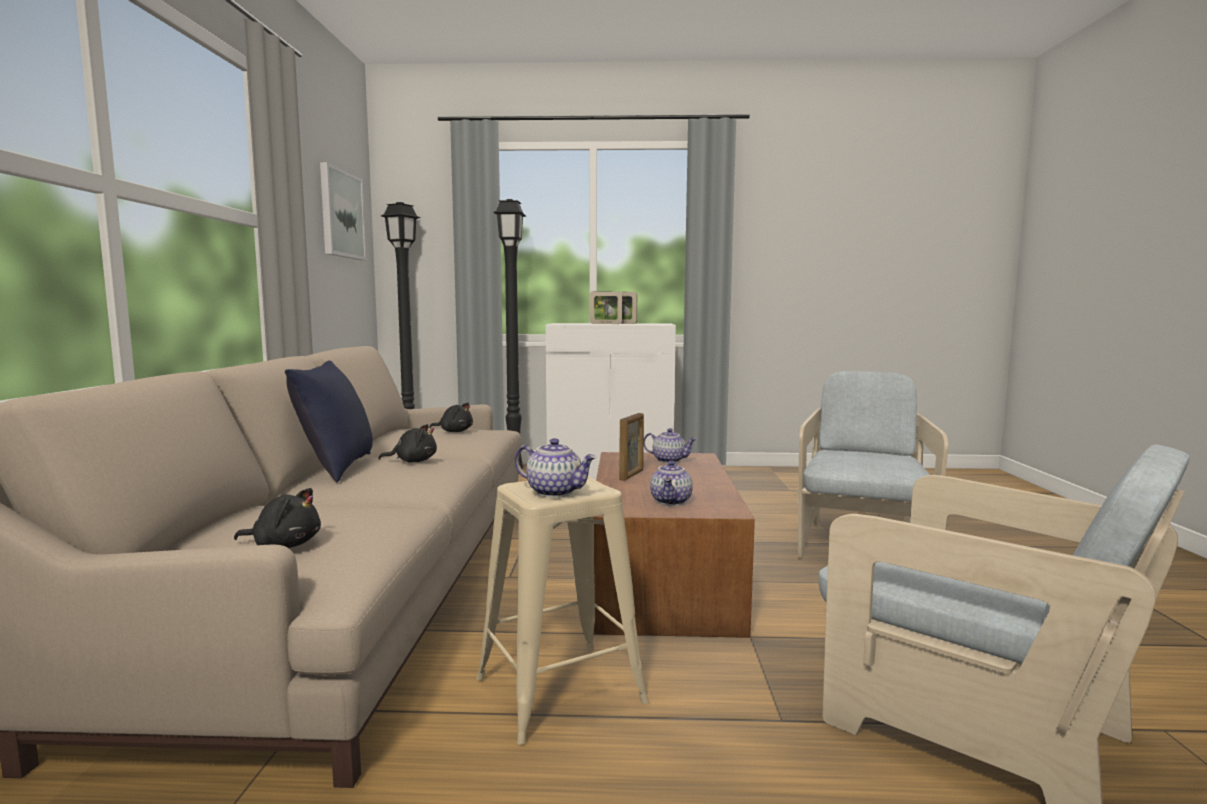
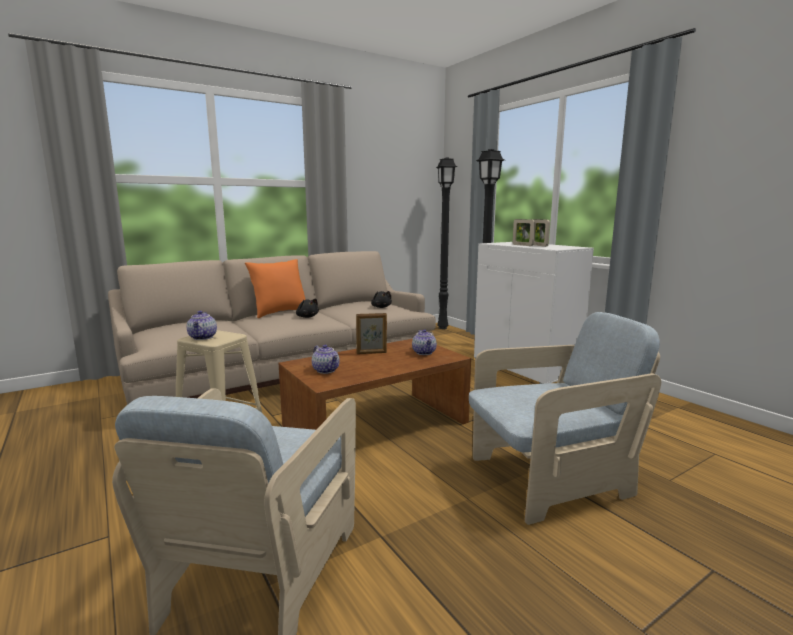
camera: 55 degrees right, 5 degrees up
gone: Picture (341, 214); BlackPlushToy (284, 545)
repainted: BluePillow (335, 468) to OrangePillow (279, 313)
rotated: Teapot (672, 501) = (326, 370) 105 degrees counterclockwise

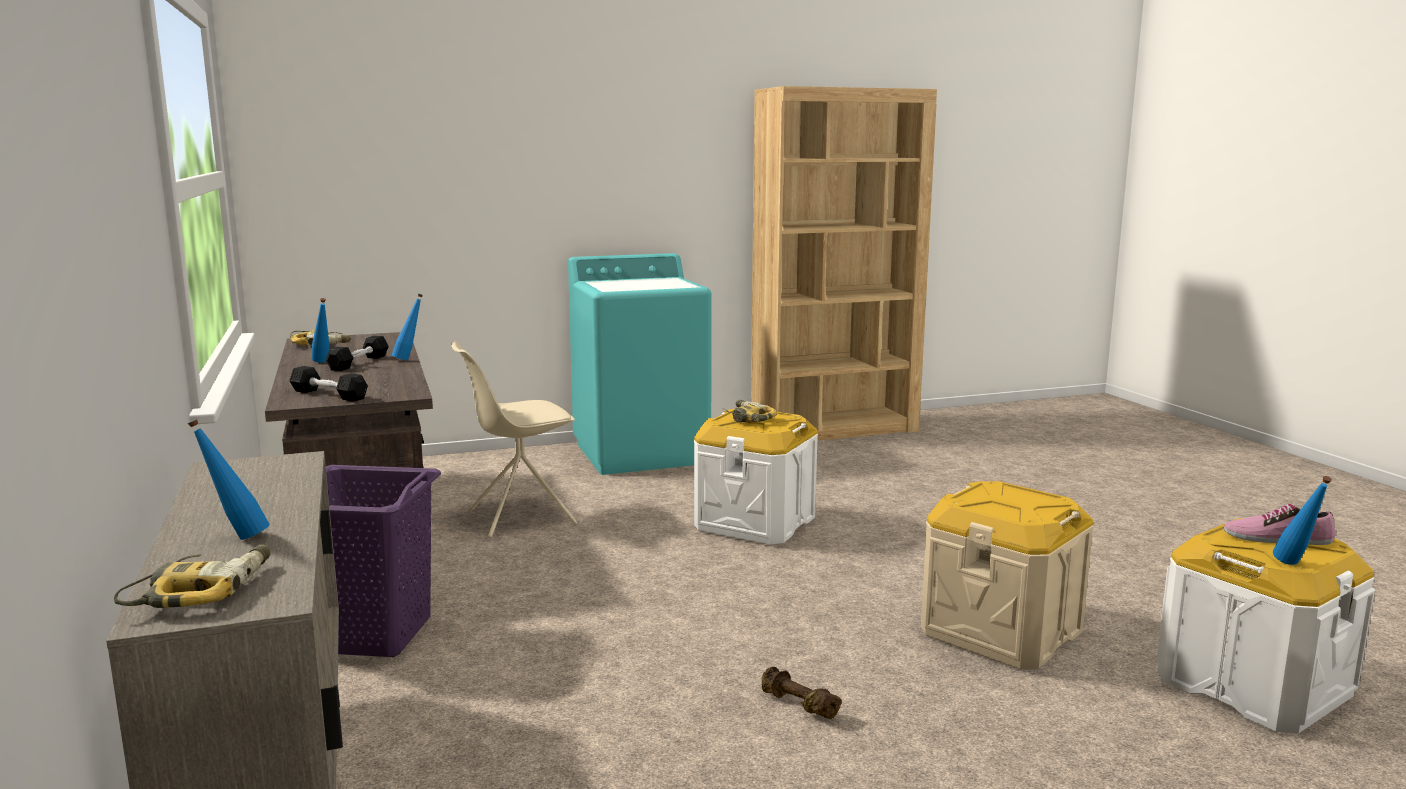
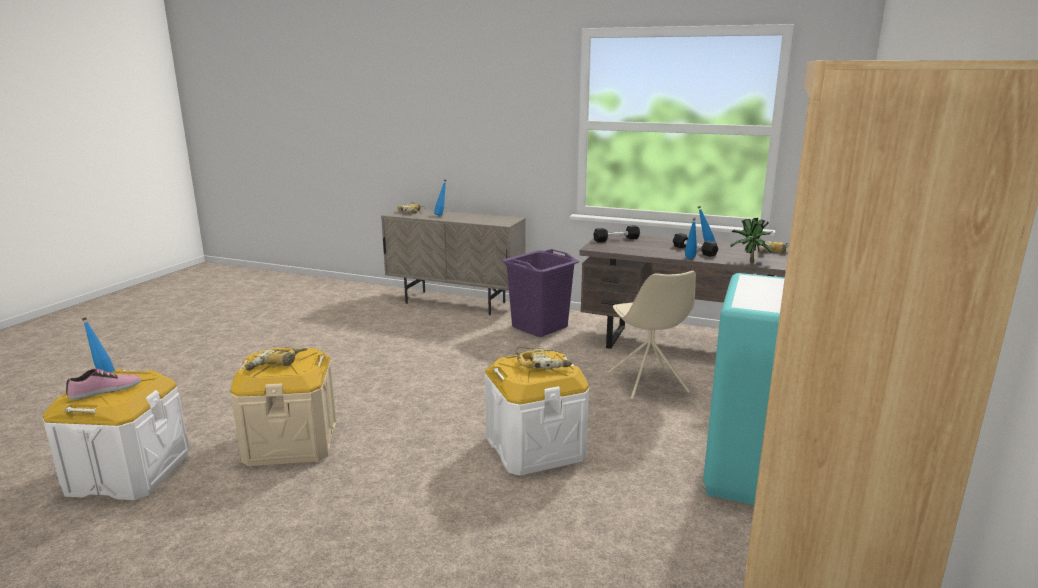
camera: 130 degrees right, 5 degrees up
gone: BrownDumbbell (797, 705)
new: PottedPlant (749, 262); PowerDrill (276, 364)
rotated: BeigeChair (520, 517) = (648, 383) 150 degrees clockwise

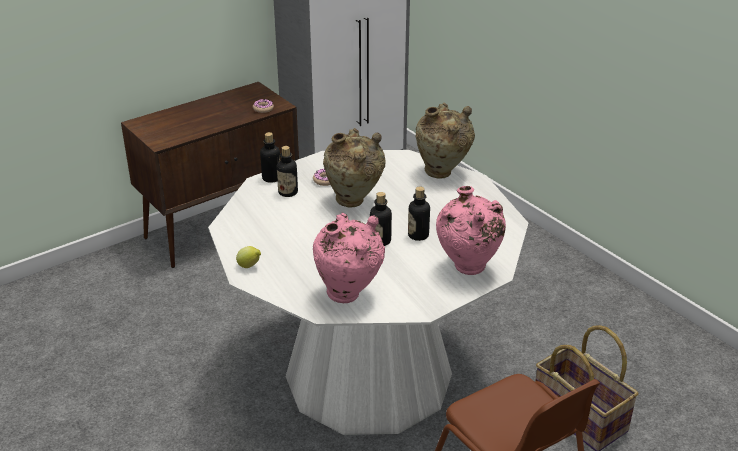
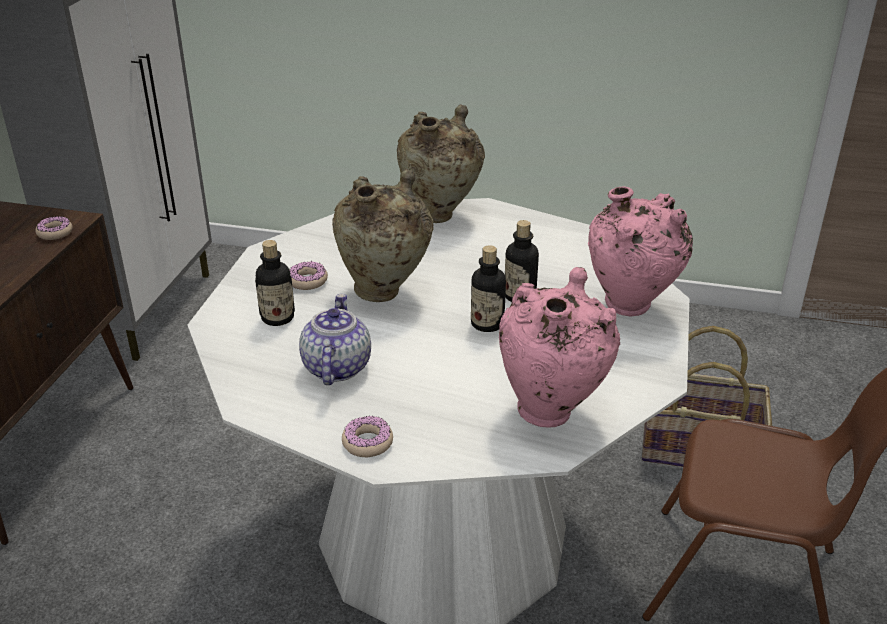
camera: 40 degrees left, 0 degrees up
gone: Bottle (271, 178)
new: Teapot (335, 367)
swapped: Lemon (250, 266) to Donut (367, 443)

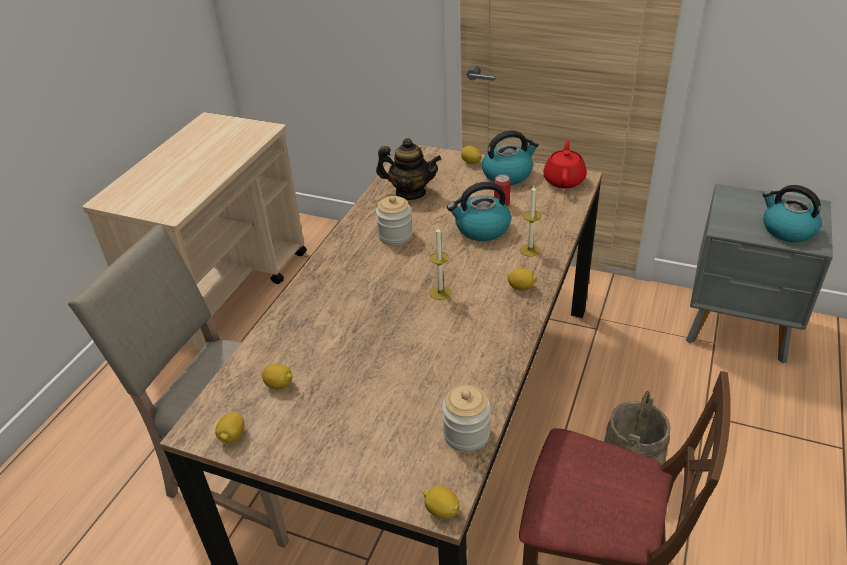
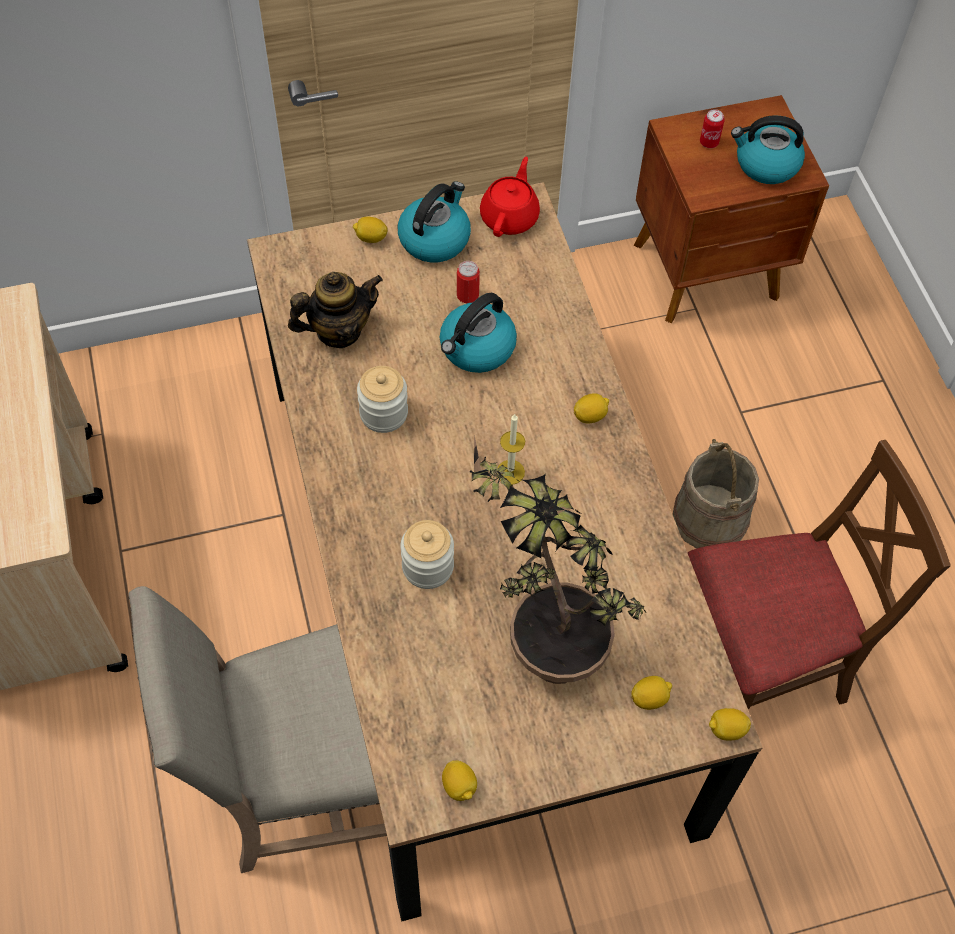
camera: 40 degrees left, 20 degrees up
gone: Candle (530, 250)
new: Can (709, 142); PottedPlant (542, 639)
shifted: Lemon (279, 385) to (649, 698); Jar (466, 434) to (428, 566)
repainted: GreyNightstand (739, 327) to BrownNightstand (708, 272)
rotated: RedTeapot (564, 180) = (510, 217) 45 degrees clockwise

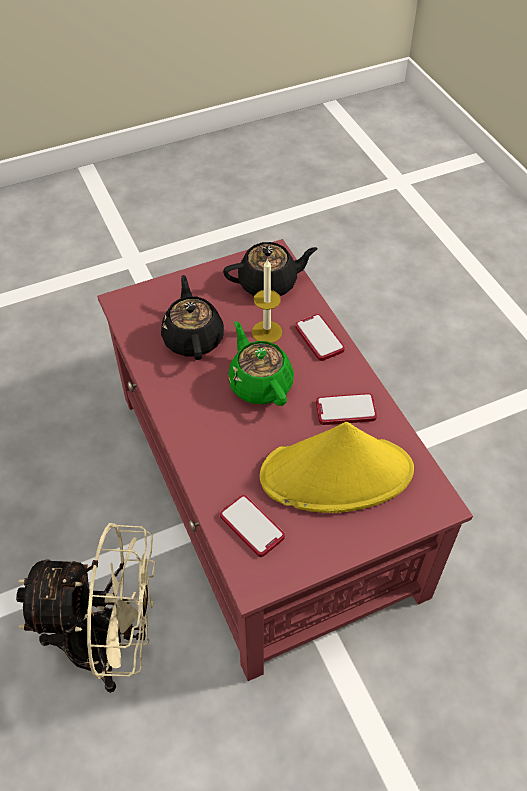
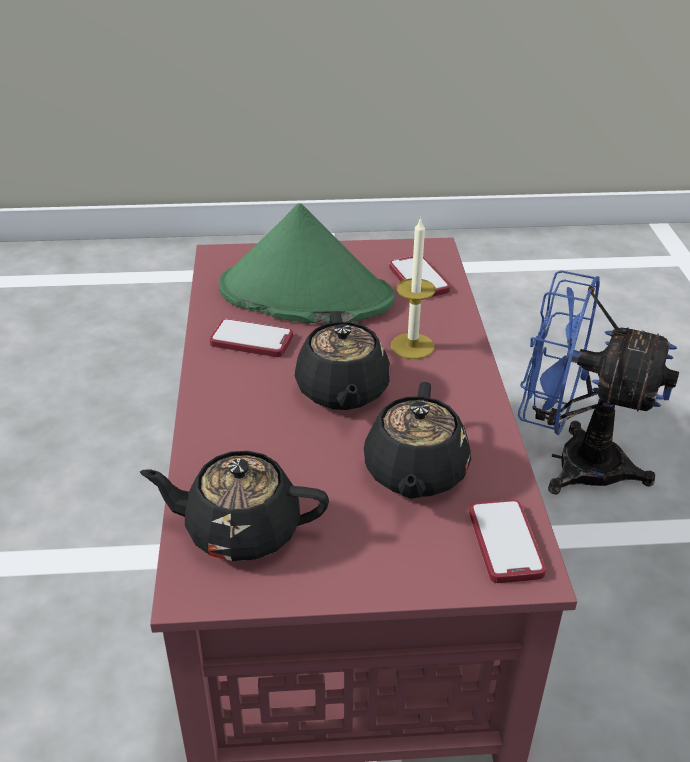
camera: 160 degrees left, 15 degrees down
shifted: Candle (267, 332) to (412, 346); Phone (319, 338) to (505, 543)
repainted: GreenTeapot (260, 383) to BlackTeapot (342, 391); YellowHat (337, 474) to GreenHat (304, 294); BeigeFan (111, 644) to BlueFan (571, 462)

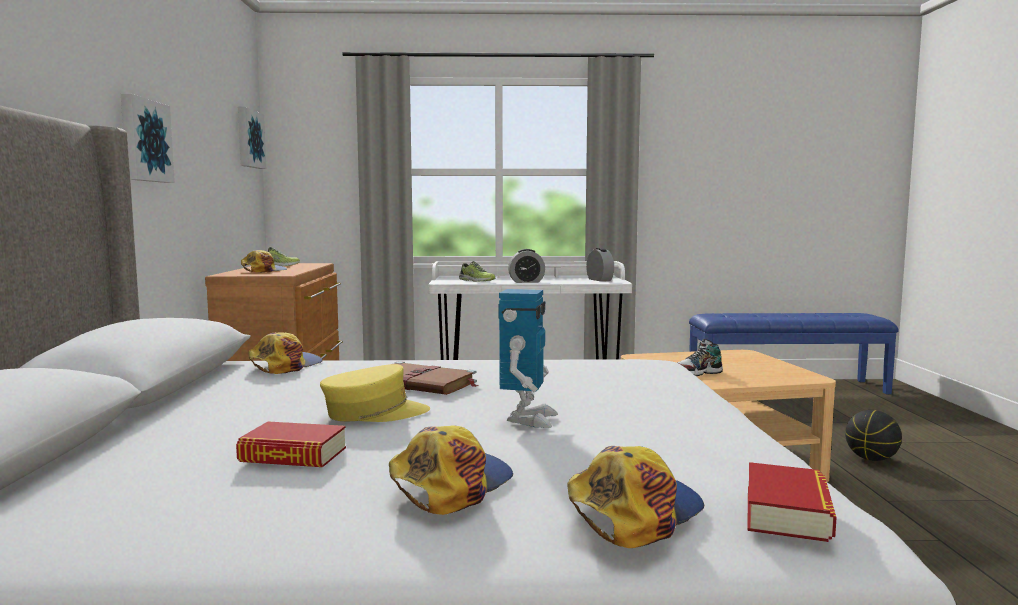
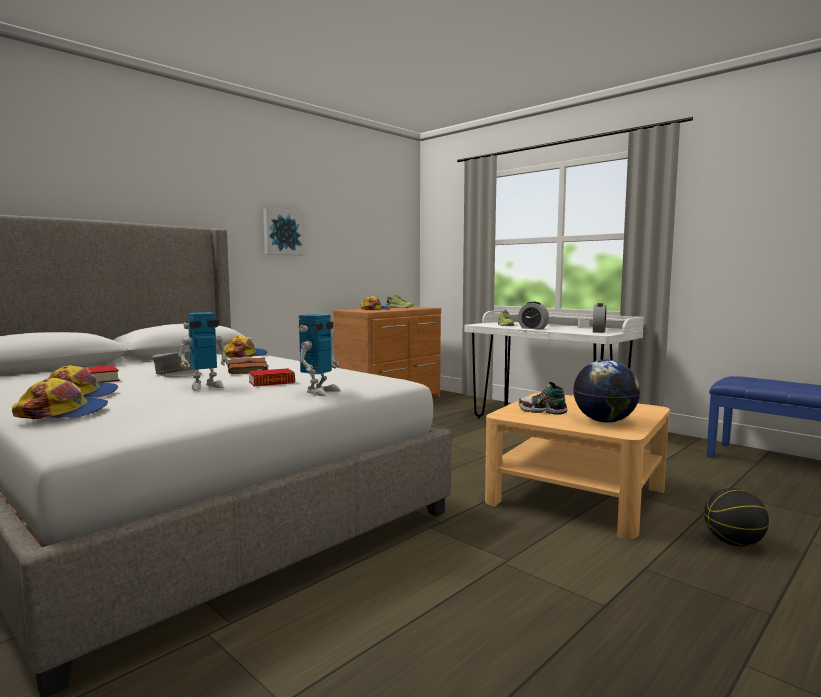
camera: 45 degrees right, 0 degrees up
gone: Picture (249, 139)
new: ToyRobot (319, 392); Globe (605, 421)
shifted: Book (787, 513) to (272, 382)
repainted: YellowCap (374, 413) to GreyCap (178, 374)

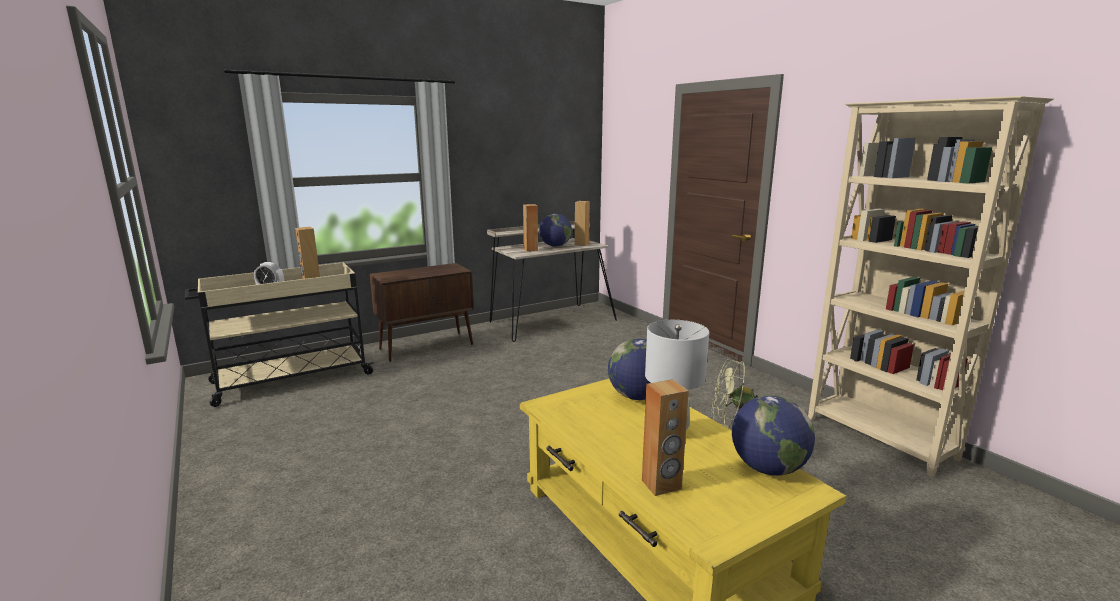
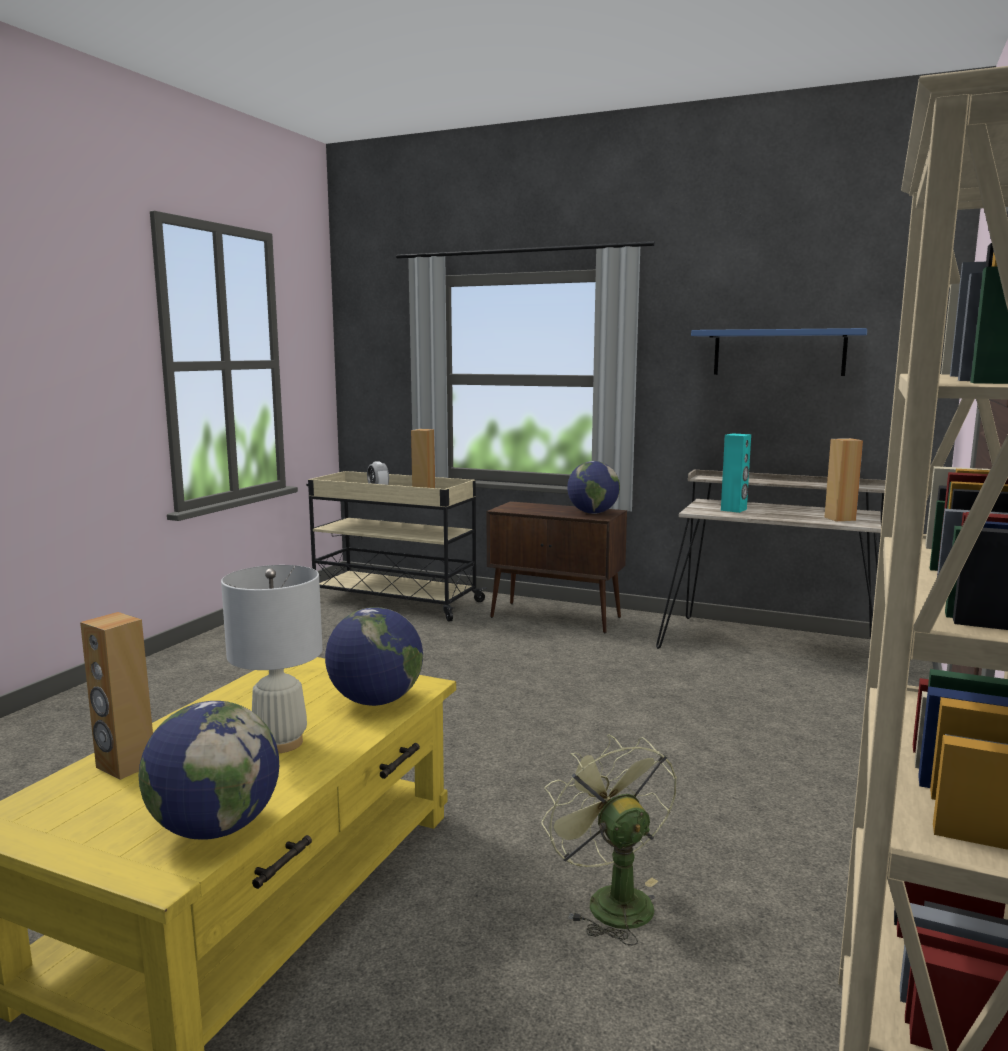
camera: 55 degrees right, 5 degrees down
new: BlueShelf (779, 352)
shifted: Globe (555, 246) to (592, 513)
repainted: BrownSpeaker (531, 249) to TurquoiseSpeaker (734, 510)

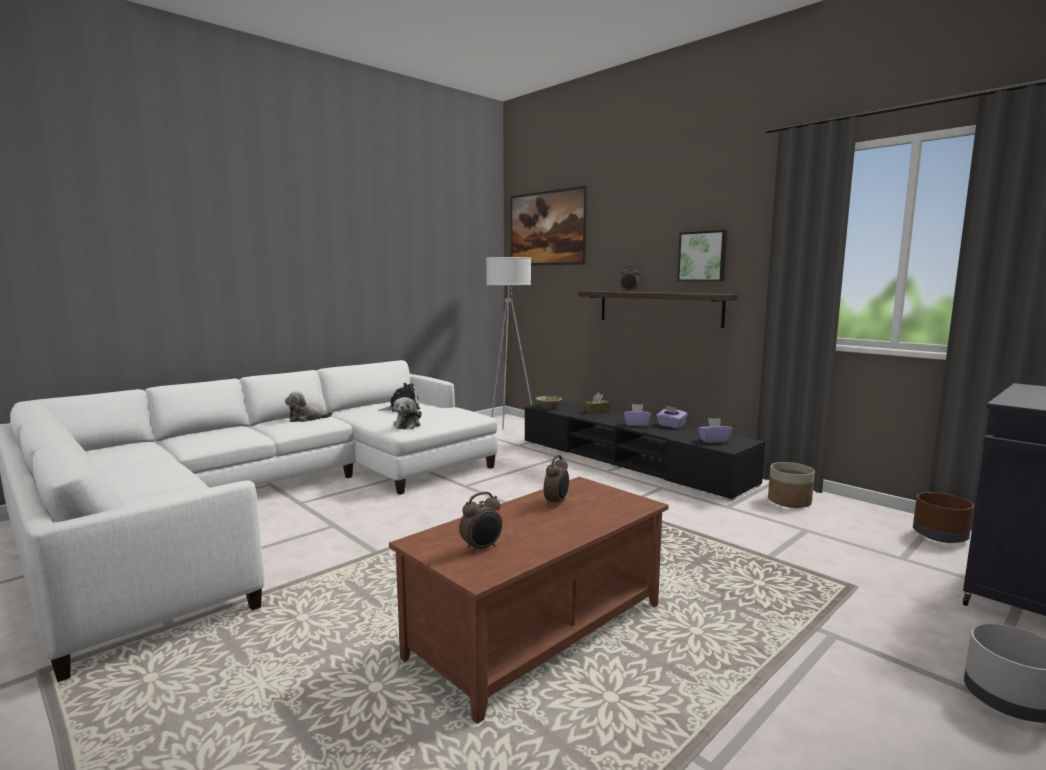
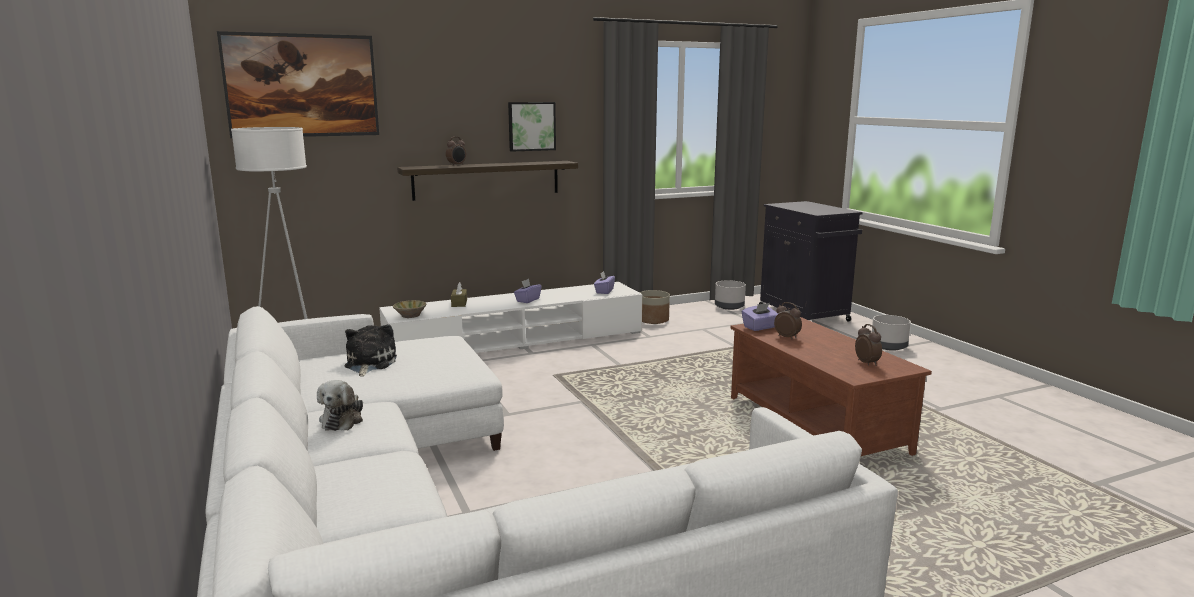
camera: 70 degrees left, 5 degrees up
gone: PlushToy (407, 425)
shifted: PurpleTissueBox (671, 426) to (760, 327)
repainted: BlackTvStand (630, 462) to WhiteTvStand (517, 341); BrownPlanter (939, 536) to GreyPlanter (729, 307)

